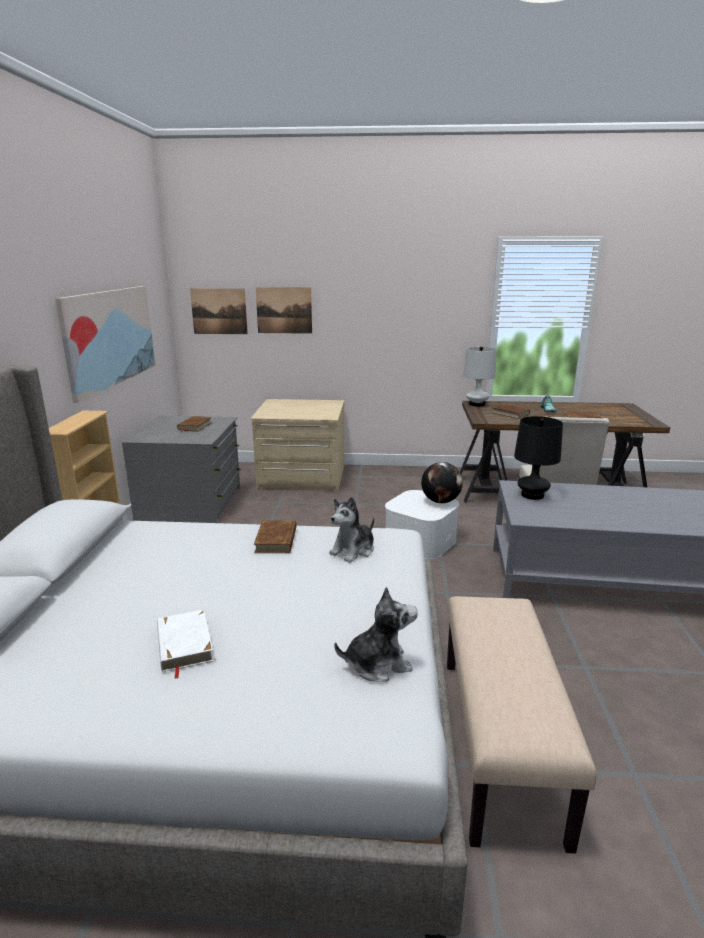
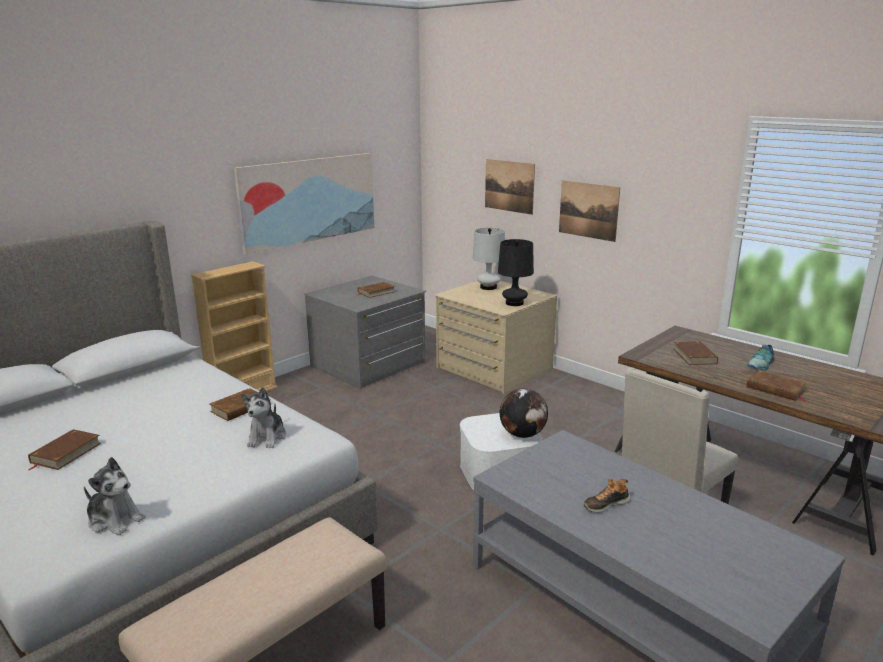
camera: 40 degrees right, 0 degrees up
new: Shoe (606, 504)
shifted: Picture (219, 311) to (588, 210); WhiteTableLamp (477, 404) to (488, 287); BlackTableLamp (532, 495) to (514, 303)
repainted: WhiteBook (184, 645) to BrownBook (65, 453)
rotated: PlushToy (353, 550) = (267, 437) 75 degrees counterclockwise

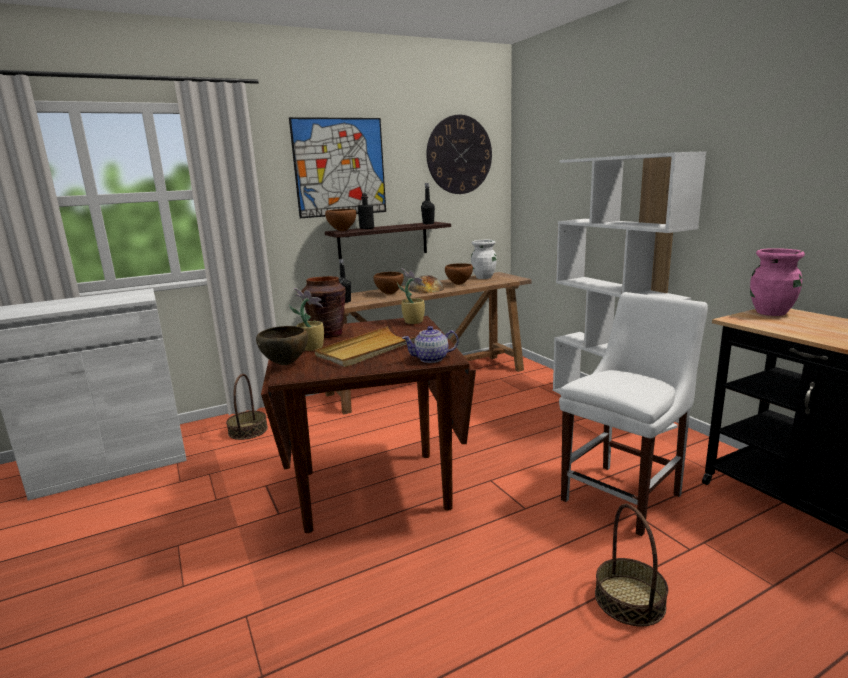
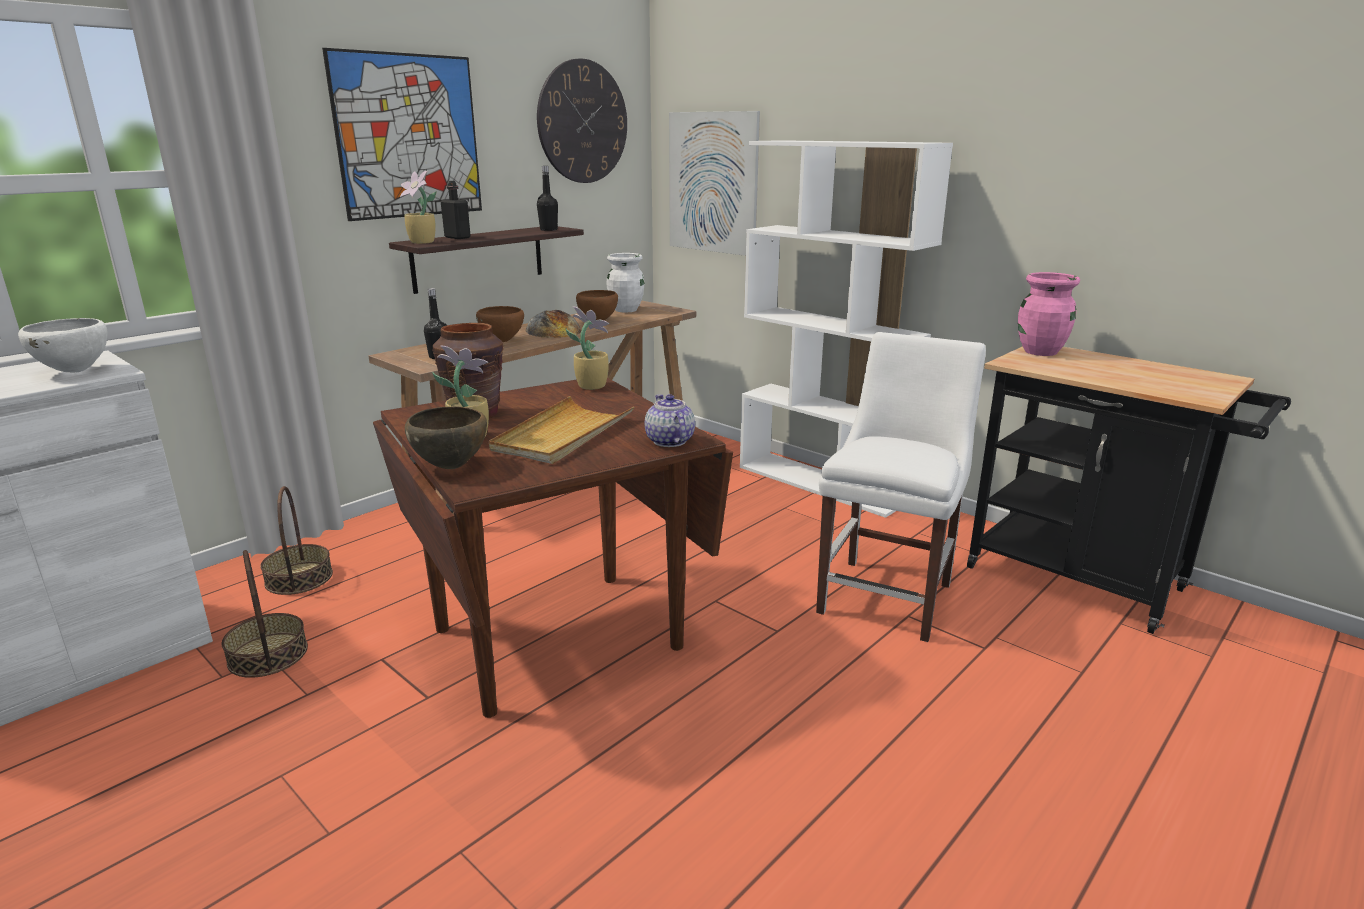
camera: 20 degrees left, 5 degrees up
new: Picture (712, 183); WhiteBowl (76, 371)
shifted: Basket (630, 600) to (268, 655)
swapped: BrownBowl (342, 231) to PottedPlant (422, 242)
rotated: Teapot (431, 359) = (669, 441) 105 degrees clockwise

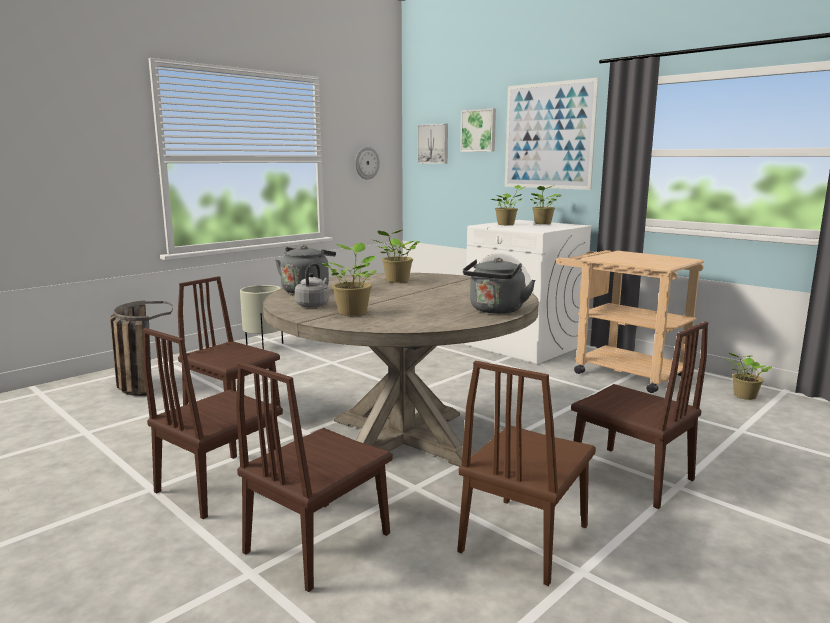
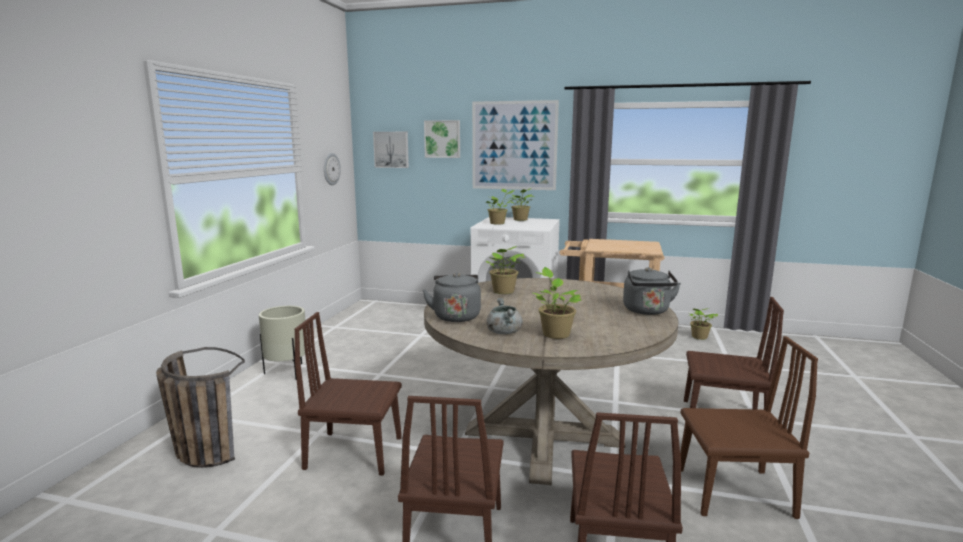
camera: 30 degrees left, 0 degrees up
swapped: GreyKettle (313, 305) to GreyCookingPot (503, 332)
rotated: BrownChair (524, 538) = (734, 492) 90 degrees counterclockwise

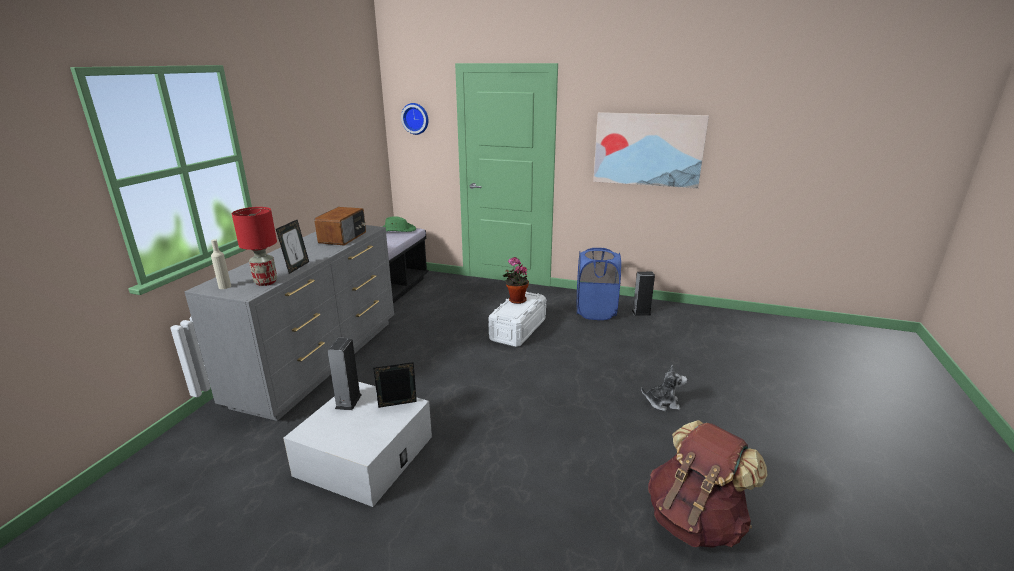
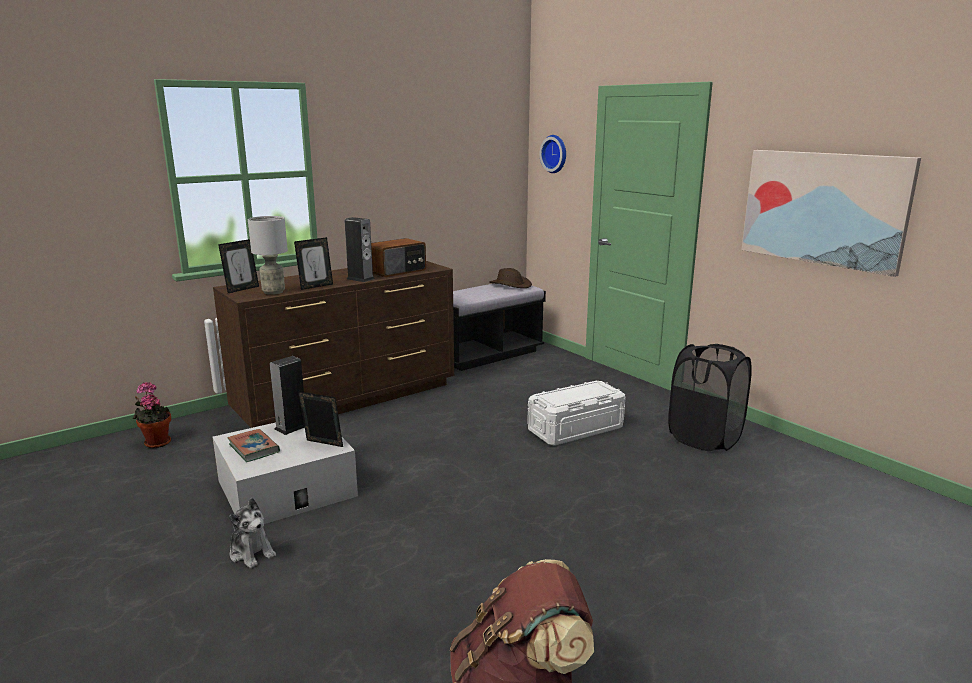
camera: 35 degrees right, 5 degrees down
new: Book (254, 448)
shifted: PottedPlant (515, 300) to (156, 442); Speaker (641, 312) to (360, 279); PlushToy (662, 403) to (252, 553)
swapped: BeigeBottle (225, 286) to PictureFrame (242, 289)
repainted: RedTableLamp (265, 282) to GreyTableLamp (273, 292); GreenHat (397, 230) to BrownHat (510, 285); GreyDresser (320, 360) to BrownDresser (349, 398); BlueLaundryBasket (595, 312) to BlackLaundryBasket (705, 438)

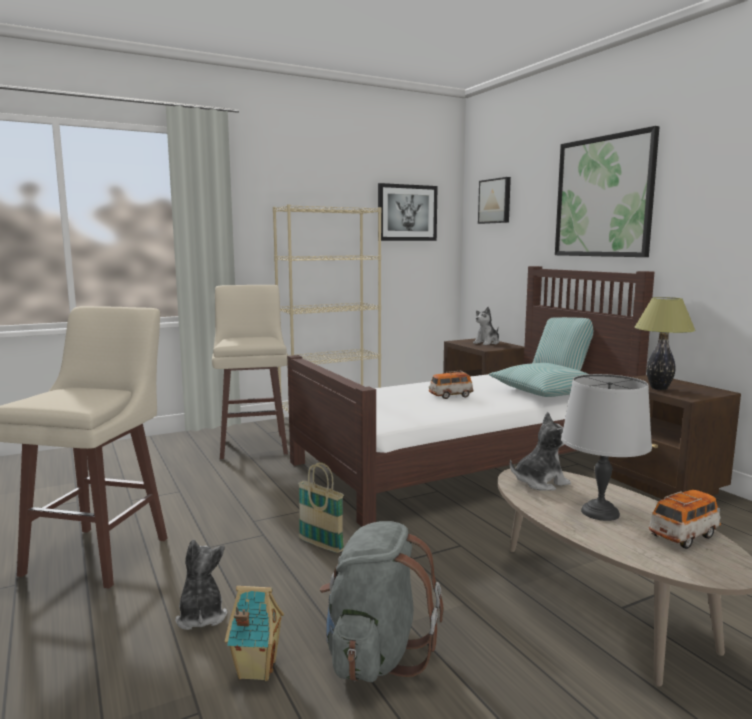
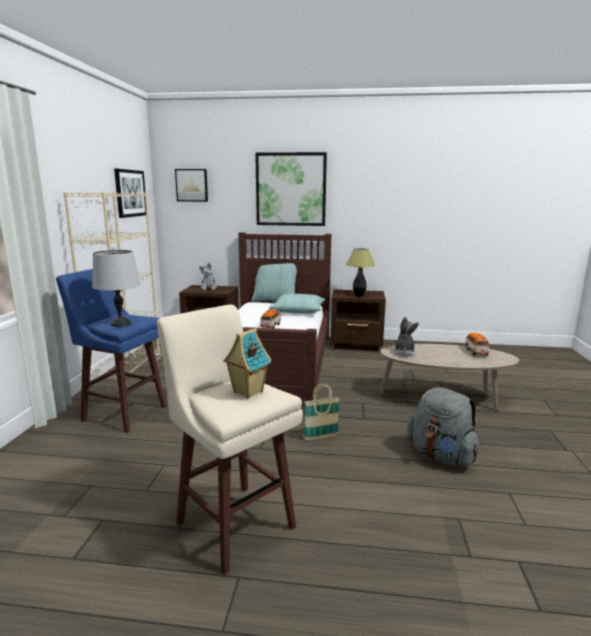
camera: 55 degrees left, 5 degrees up
gone: PlushToy (201, 616)
shifted: GreyTableLamp (599, 512) to (120, 323); ToyHouse (256, 669) to (247, 392)
repainted: BeigeStool (254, 445) to BlueStool (123, 413)

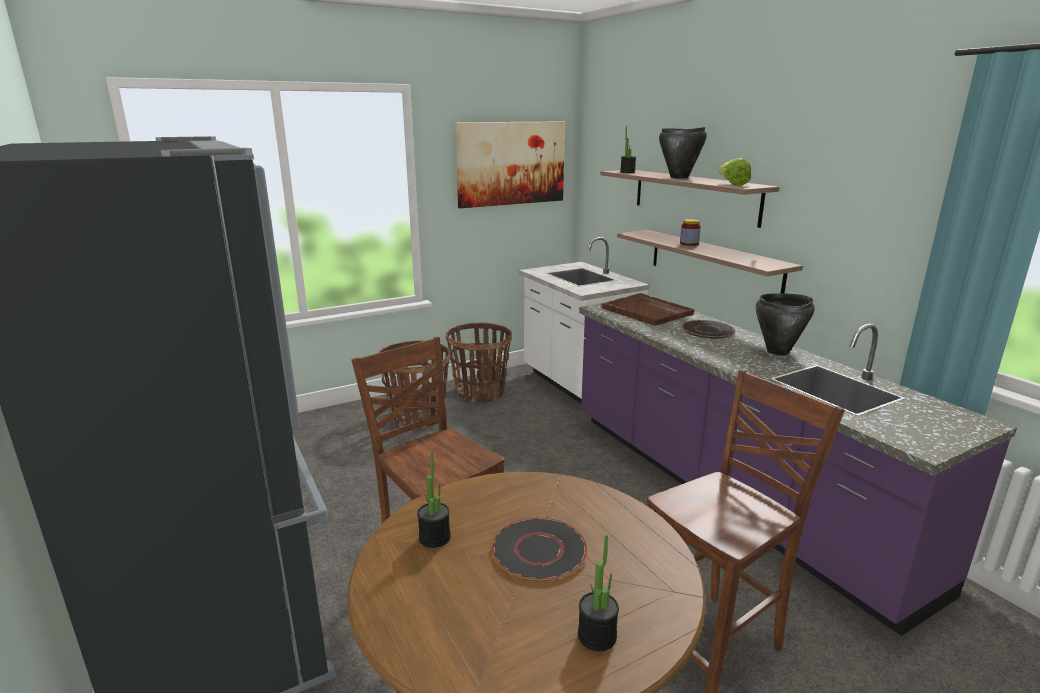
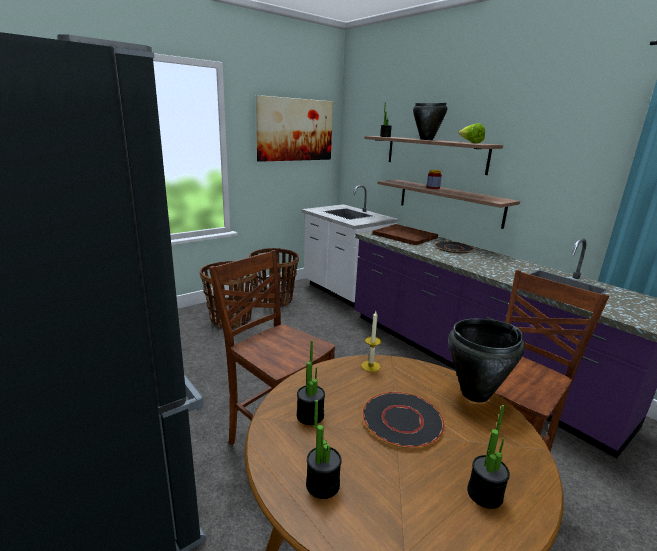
camera: 10 degrees left, 0 degrees up
new: Candle (370, 366); PottedPlant (322, 484)
shifted: BlackCookingPot (778, 352) to (476, 394)

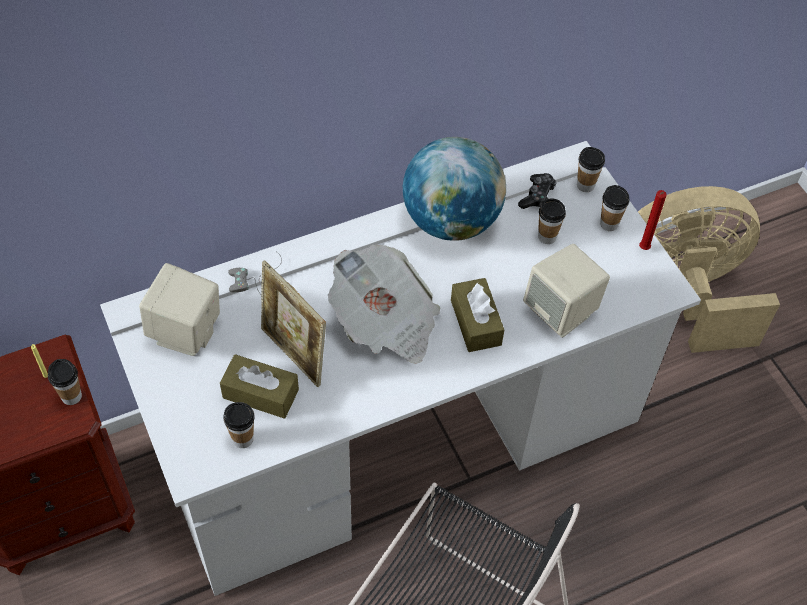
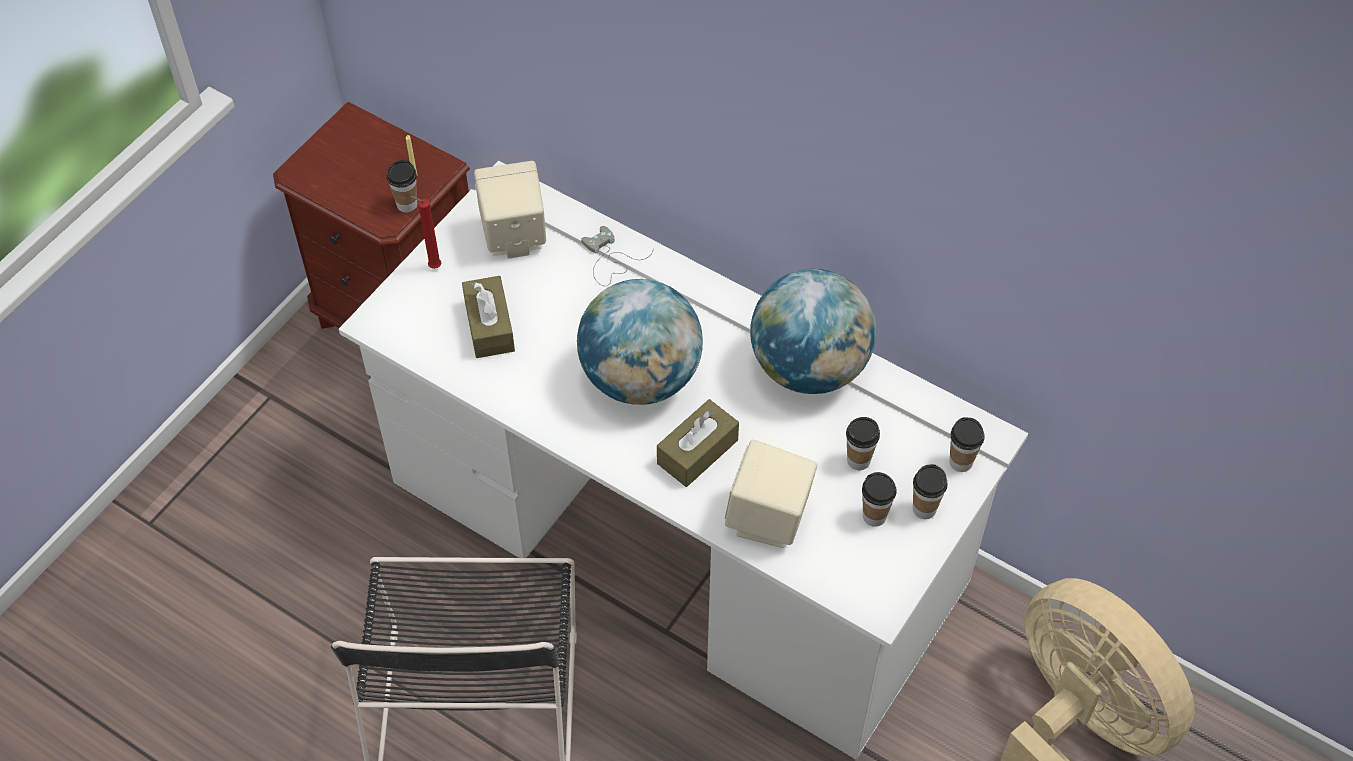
camera: 60 degrees right, 0 degrees up
gone: GameController (537, 196); PictureFrame (294, 355)
shifted: RedCandle (643, 249) to (432, 266); Cup (243, 439) to (874, 516)
swapped: Newspaper (385, 322) to Globe (640, 378)

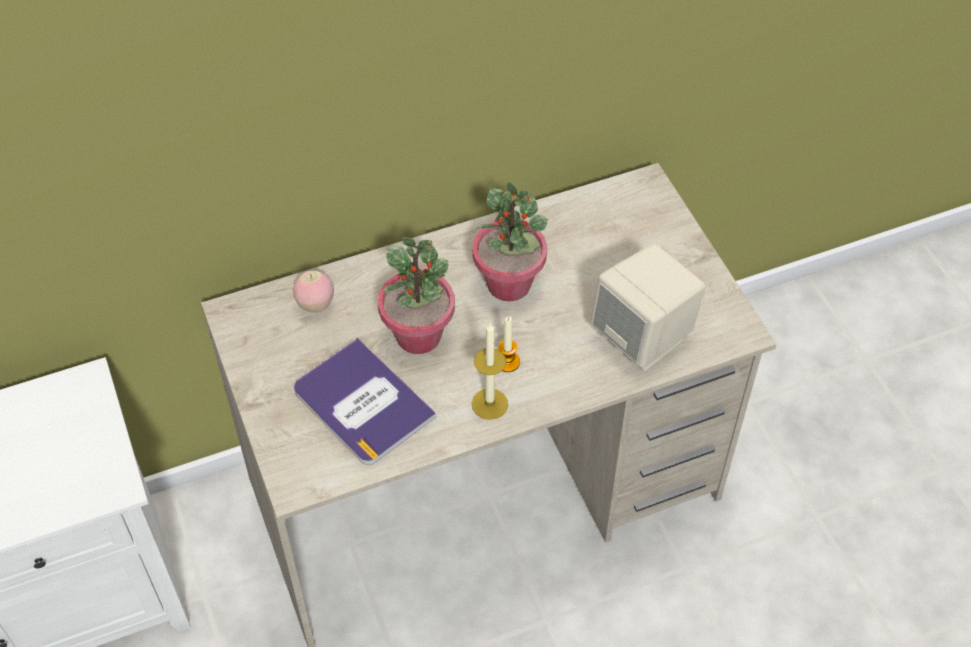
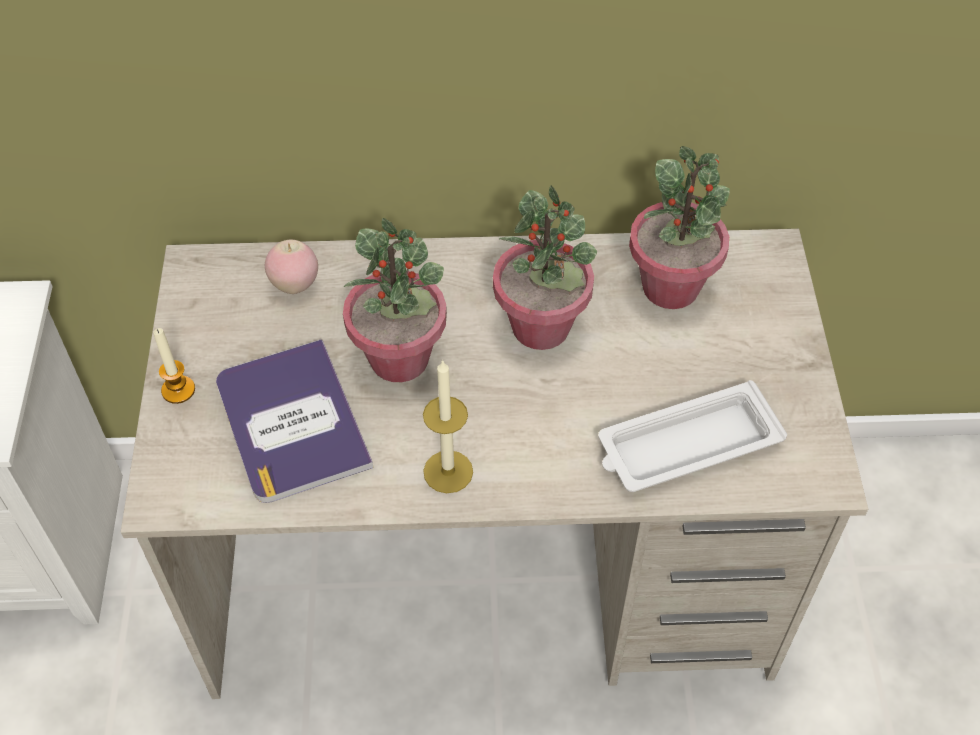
camera: 20 degrees right, 0 degrees up
new: PottedPlant (671, 287)
shifted: Candle (507, 362) to (178, 390)
swapped: BeigeSpeaker (643, 337) to WhiteTray (686, 445)

